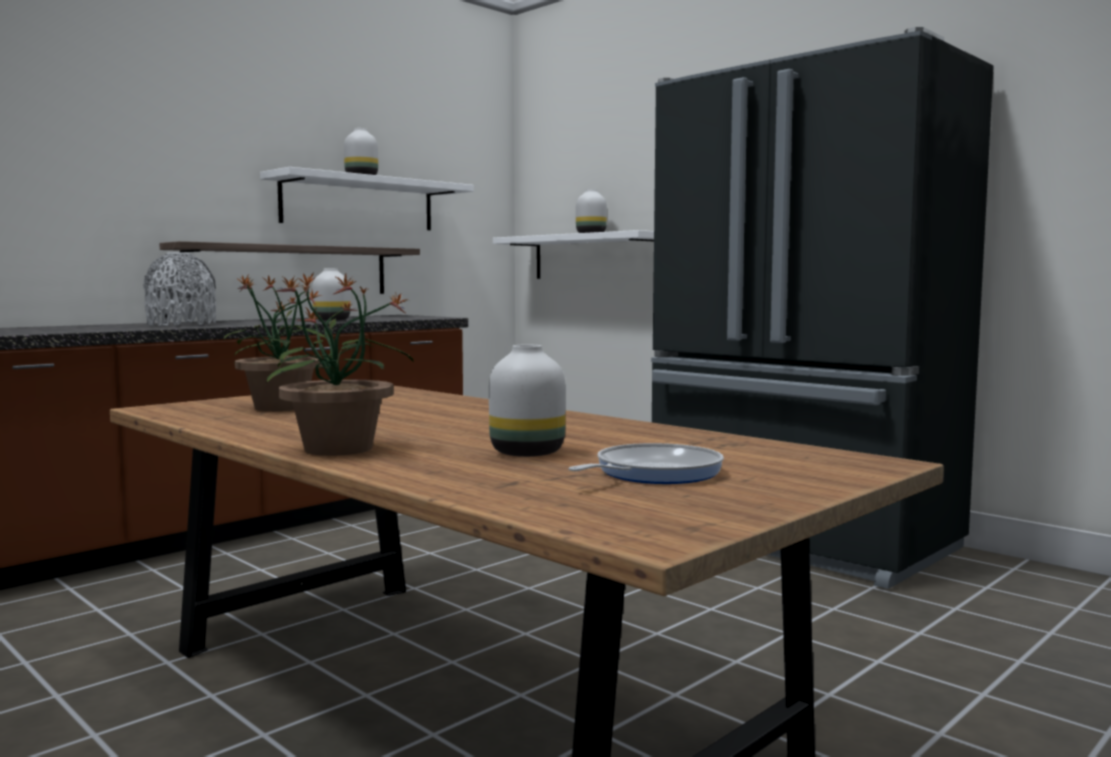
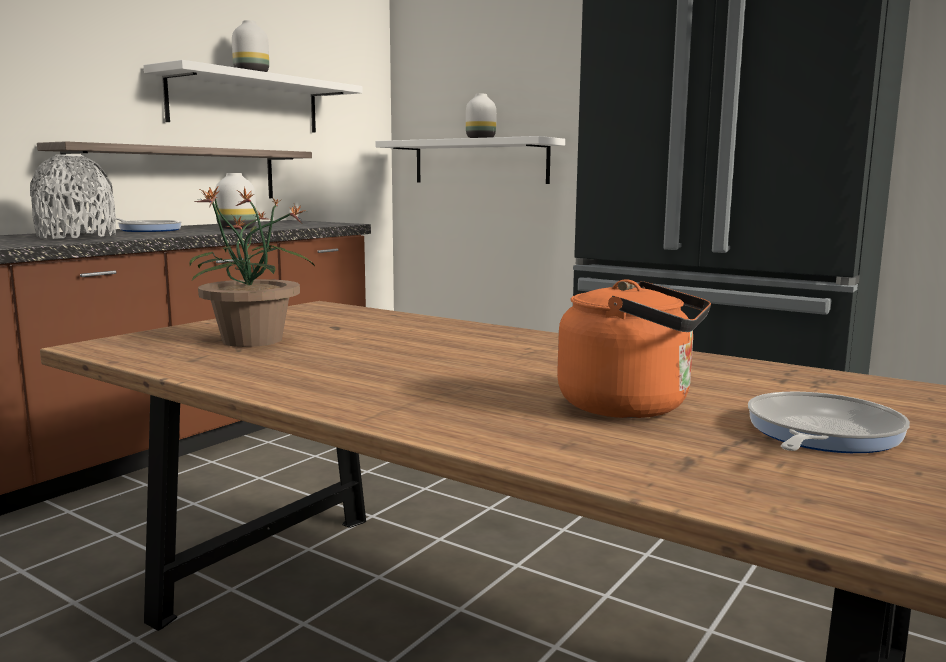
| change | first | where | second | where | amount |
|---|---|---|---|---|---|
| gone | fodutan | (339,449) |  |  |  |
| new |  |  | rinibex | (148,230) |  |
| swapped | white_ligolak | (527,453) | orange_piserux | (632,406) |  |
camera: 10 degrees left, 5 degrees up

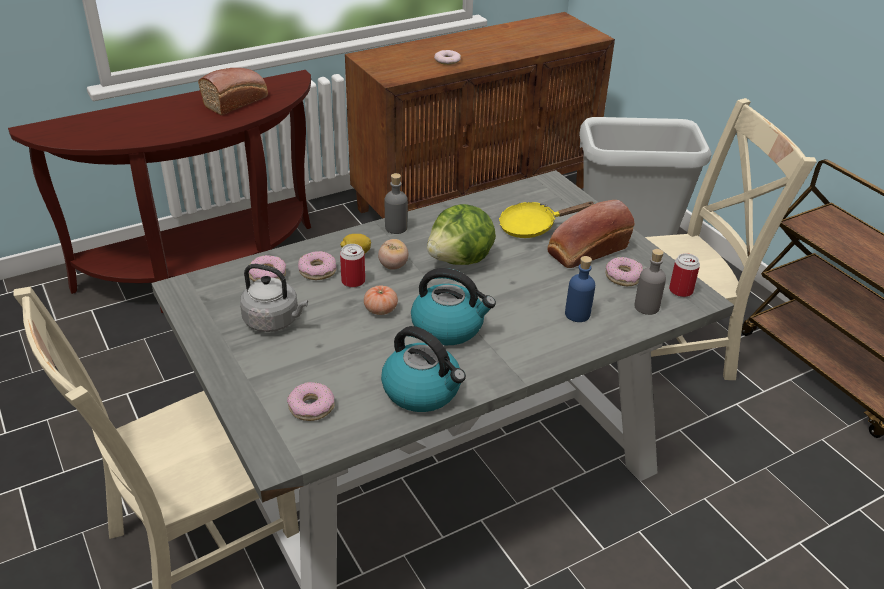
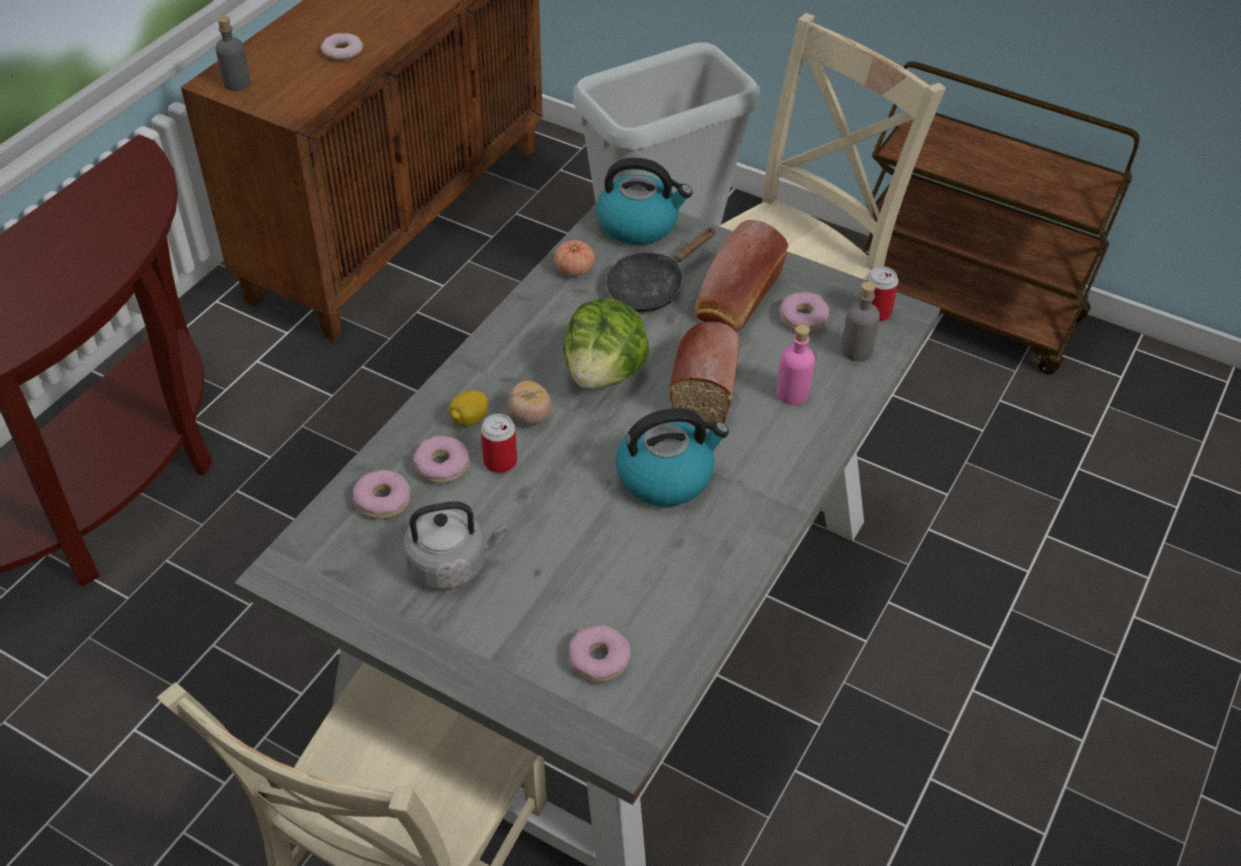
| change | first | where | second | where | amount |
|---|---|---|---|---|---|
| shifted | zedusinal | (237,101) |  | (705,382) |  |
| shifted | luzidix | (380,309) |  | (574,269) |  |
| shifted | piserux | (423,391) |  | (639,224) |  |
| shifted | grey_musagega | (396,228) |  | (237,83) |  |
| repainted | yellow_rinibex | (533,227) | black_rinibex | (651,287) |  |
| repainted | blue_musagega | (577,314) | pink_musagega | (792,393) |  |
camera: 30 degrees left, 10 degrees up

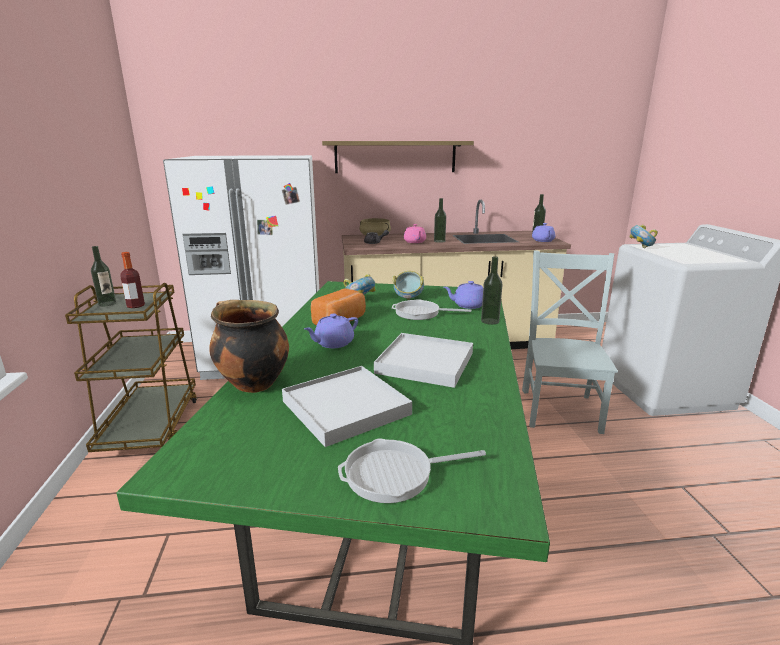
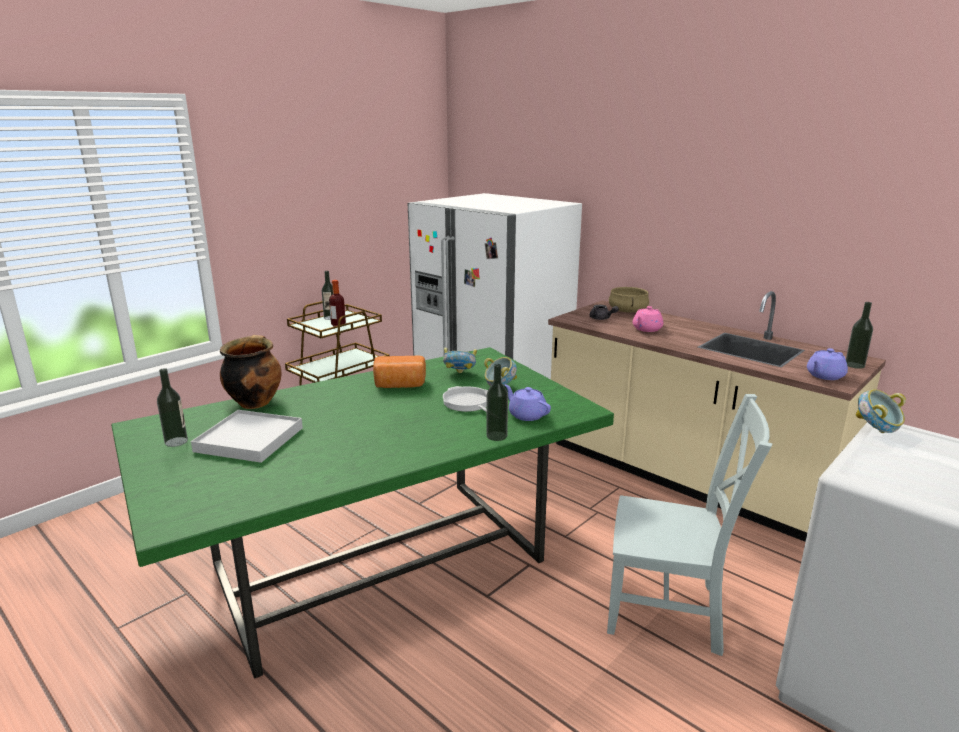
| change | first | where | second | where | amount |
|---|---|---|---|---|---|
| gone | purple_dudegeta | (333,343) |  |  |  |
| gone | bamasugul | (395,156) |  |  |  |
| gone | rinibex | (395,474) |  |  |  |
| gone | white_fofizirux | (425,363) |  |  |  |
| shifted | musagega | (439,241) |  | (176,442) |  |
| rotated | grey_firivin | (560,408) |  | (670,611) | 45 degrees clockwise |
camera: 50 degrees right, 0 degrees up

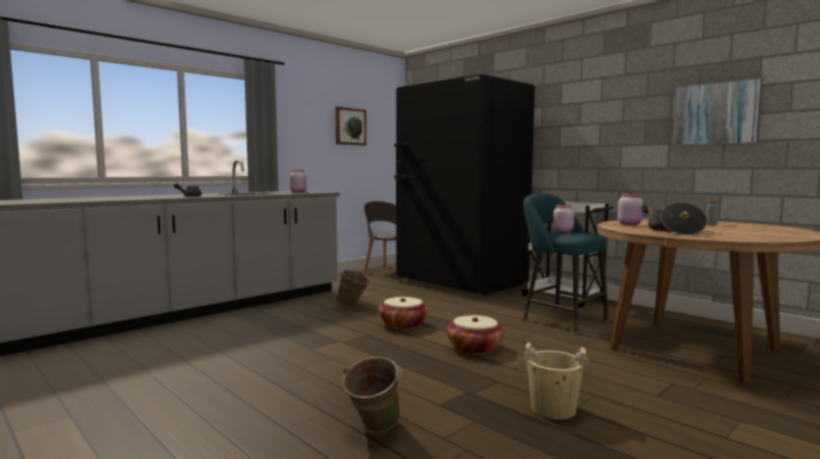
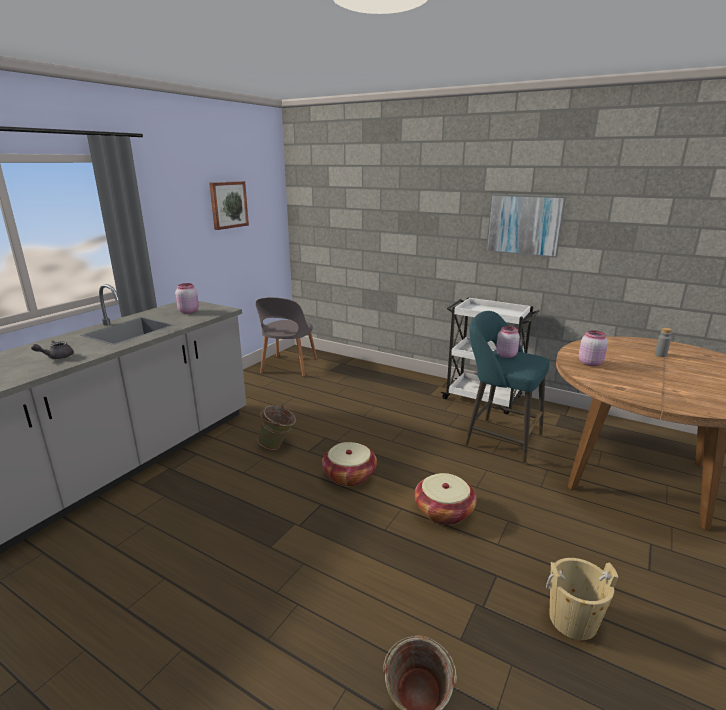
| change | first | where | second | where | amount |
|---|---|---|---|---|---|
| gone | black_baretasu | (460,283) |  |  |  |
| gone | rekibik | (673,231) |  |  |  |
| shifted | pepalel | (715,113) |  | (524,225) |  |
camera: 15 degrees left, 15 degrees up

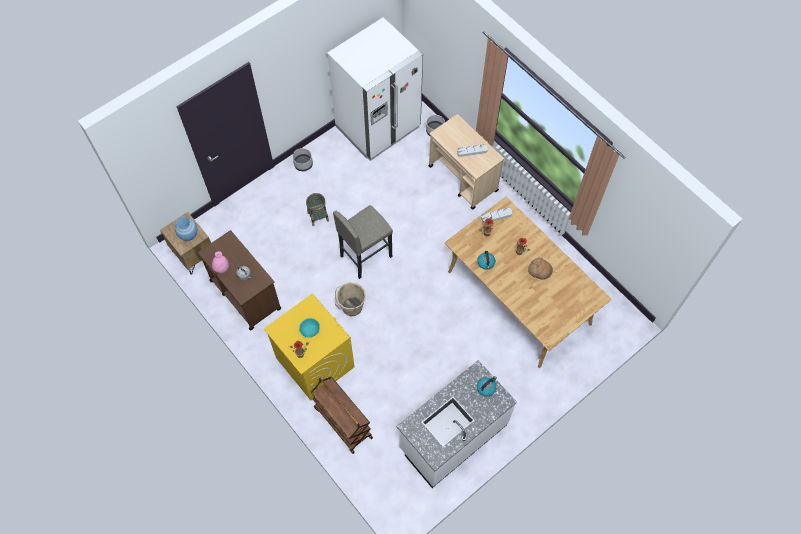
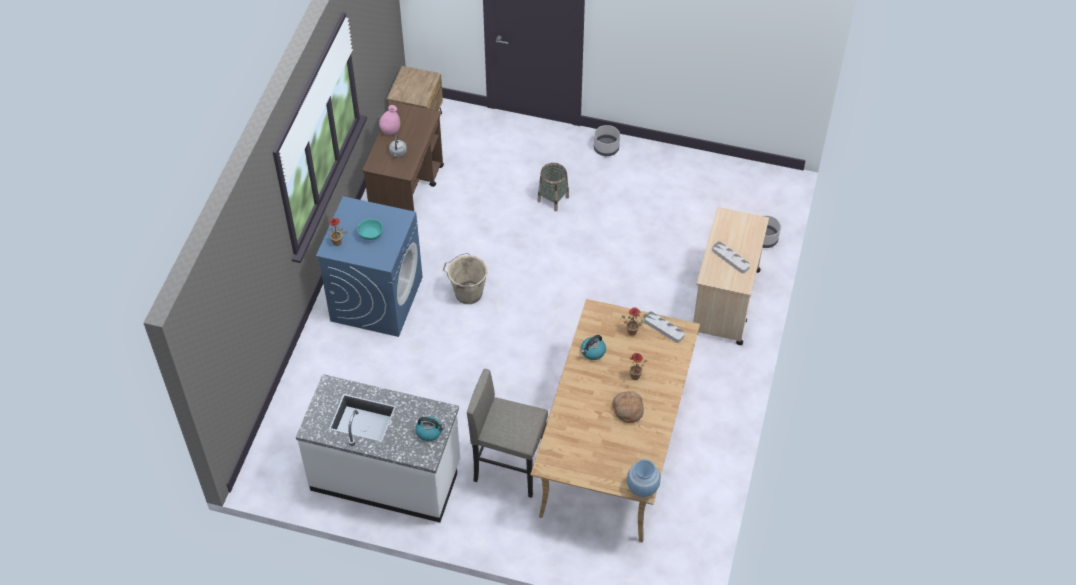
| change | first | where | second | where | amount |
|---|---|---|---|---|---|
| gone | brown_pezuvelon | (342,422) |  |  |  |
| gone | white_baretasu | (378,127) |  |  |  |
| shifted | blue_ligolak | (188,234) |  | (642,488) |  |
| shifted | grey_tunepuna | (365,256) |  | (510,468) |  |
| repainted | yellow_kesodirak | (314,362) | blue_kesodirak | (376,298) |  |
camera: 55 degrees right, 10 degrees down

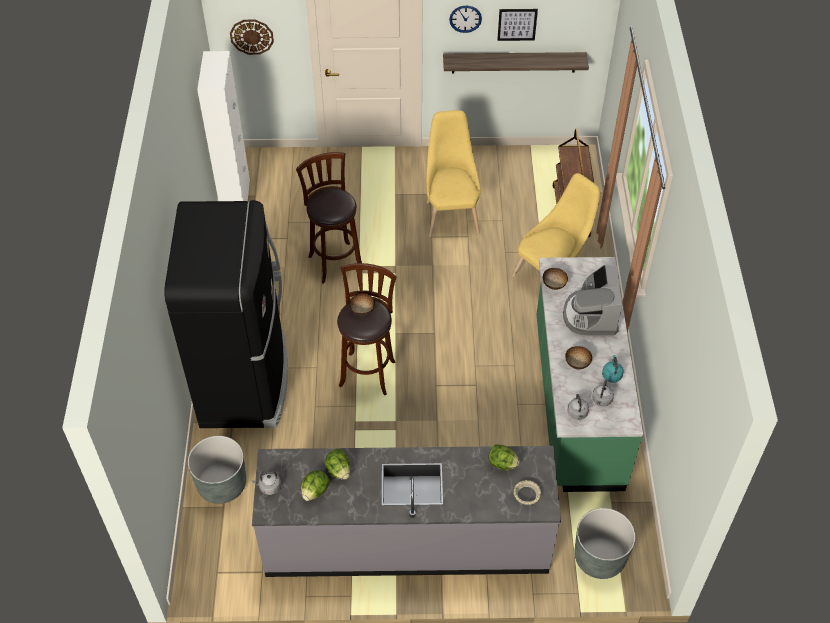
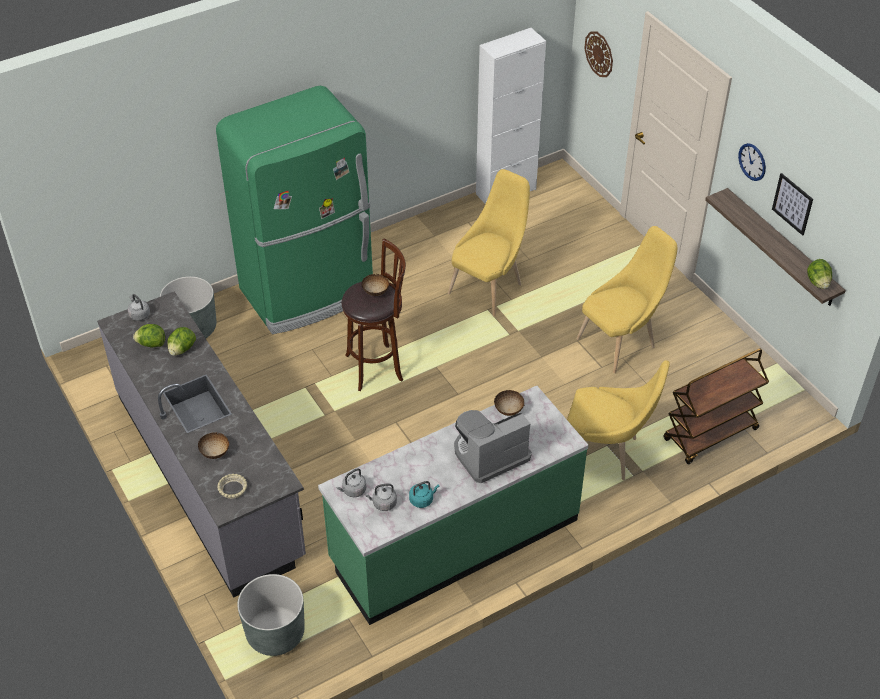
| change | first | where | second | where | amount |
|---|---|---|---|---|---|
| shifted | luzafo | (502,464) |  | (818,282) |  |
| shifted | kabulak | (577,363) |  | (215,453) |  |
| swapped | brown_tunepuna | (334,260) | yellow_firivin | (489,287) |  |
| repainted | black_baretasu | (245,380) | green_baretasu | (309,292) |  |
camera: 60 degrees right, 5 degrees down

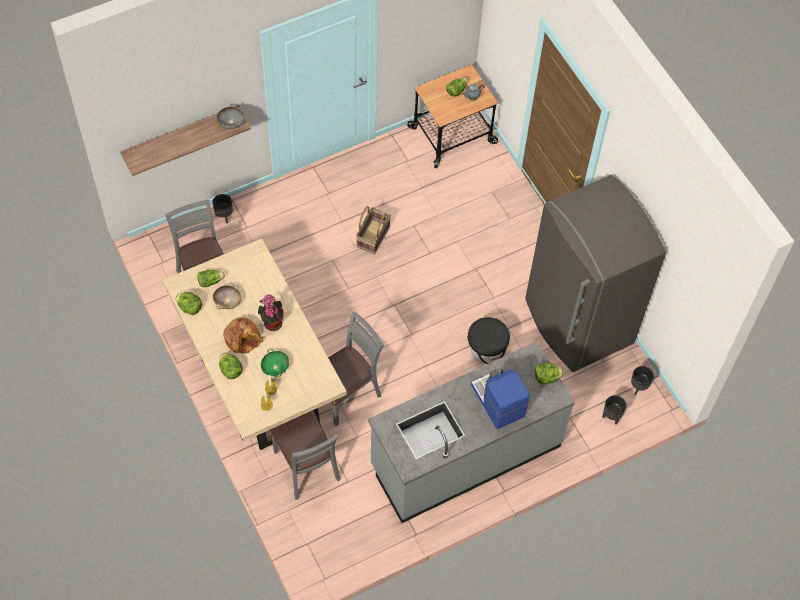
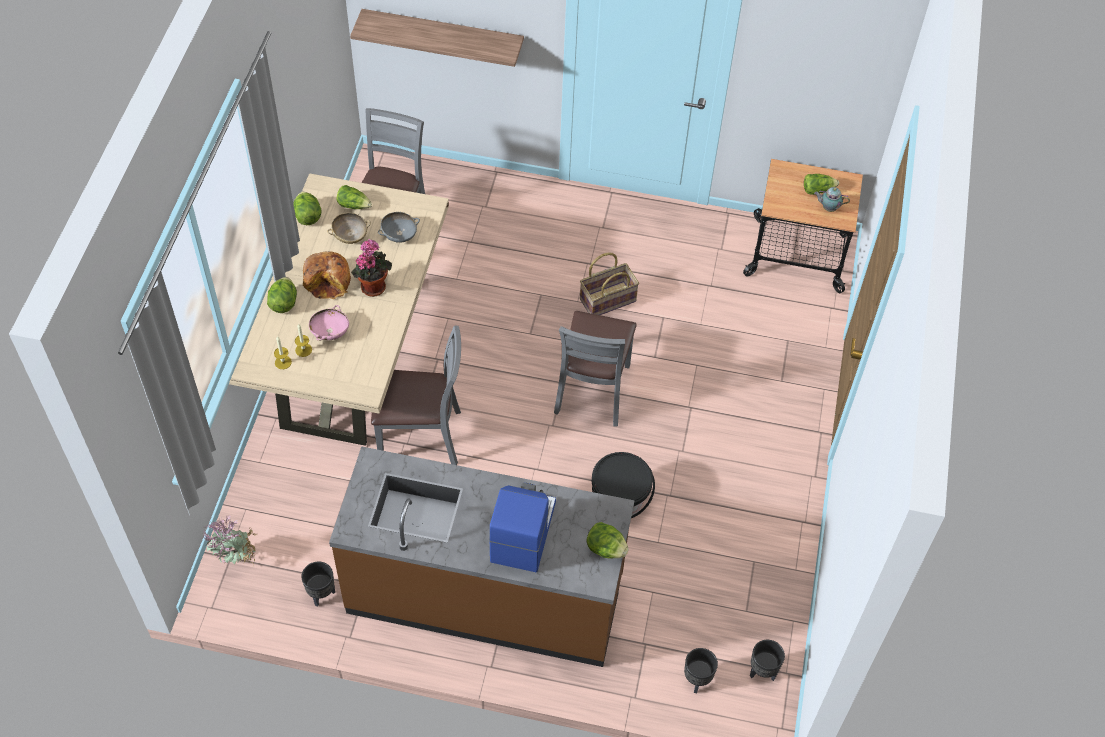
| change | first | where | second | where | amount |
|---|---|---|---|---|---|
| gone | grey_baretasu | (577,323) |  |  |  |
| new |  |  | fodutan | (236,561) |  |
| shifted | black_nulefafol | (224,216) |  | (322,594) |  |
| shifted | grey_kabulak | (231,123) |  | (399,235) |  |
| shifted | grey_firivin | (306,466) |  | (593,390) |  |
| repainted | green_kabulak | (275,368) | pink_kabulak | (330,332) |  |
| repainted | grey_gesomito | (465,455) | brown_gesomito | (485,594) |  |
camera: 40 degrees right, 5 degrees down

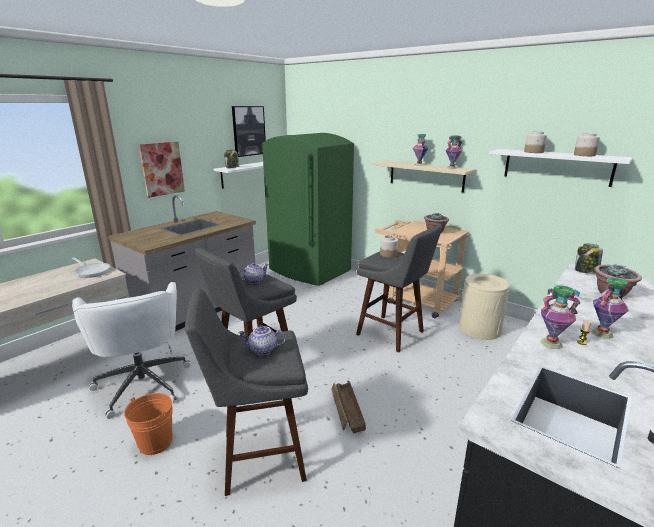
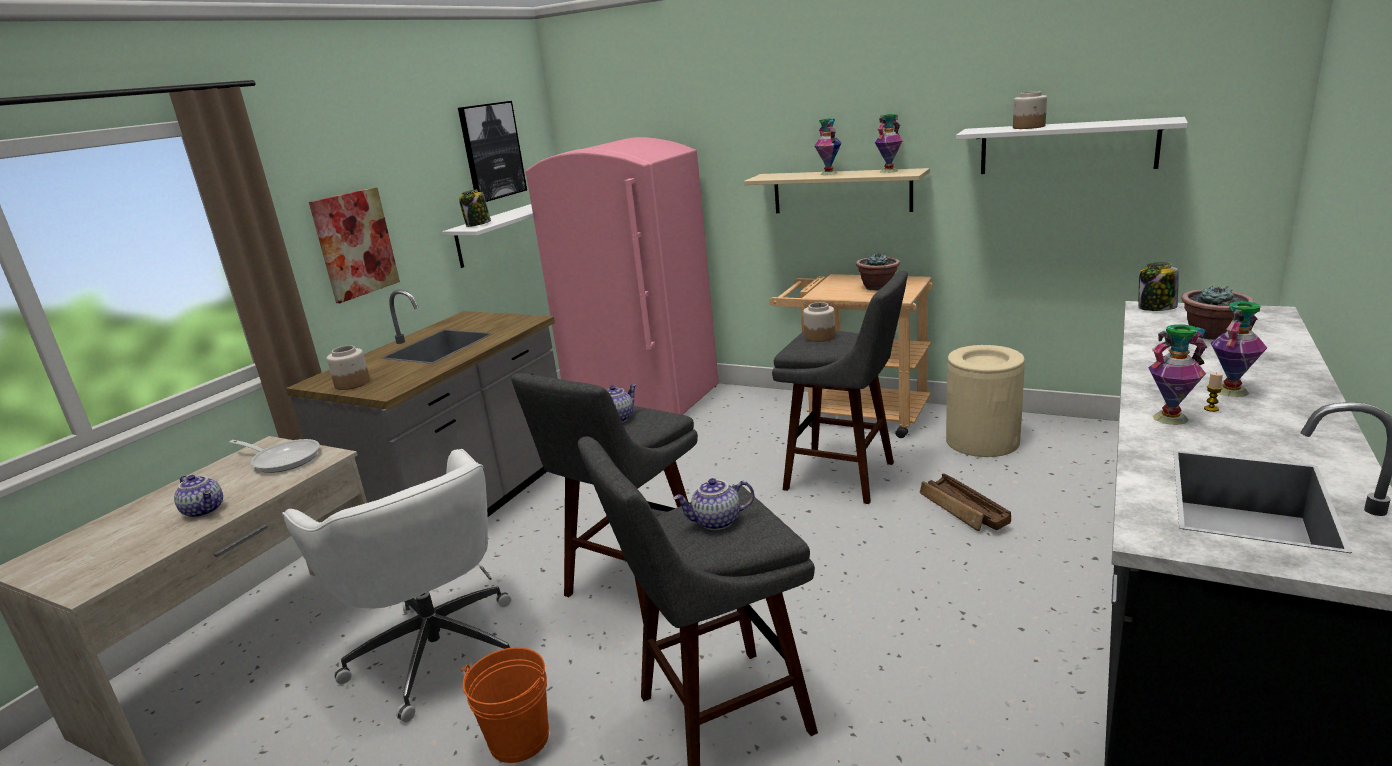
| change | first | where | second | where | amount |
|---|---|---|---|---|---|
| new |  |  | dudegeta | (205,510) |  |
| shifted | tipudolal | (347,411) |  | (964,511) |  |
| shifted | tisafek | (584,155) |  | (352,384) |  |
| repainted | green_baretasu | (309,271) | pink_baretasu | (643,399) |  |
camera: 10 degrees left, 0 degrees up

